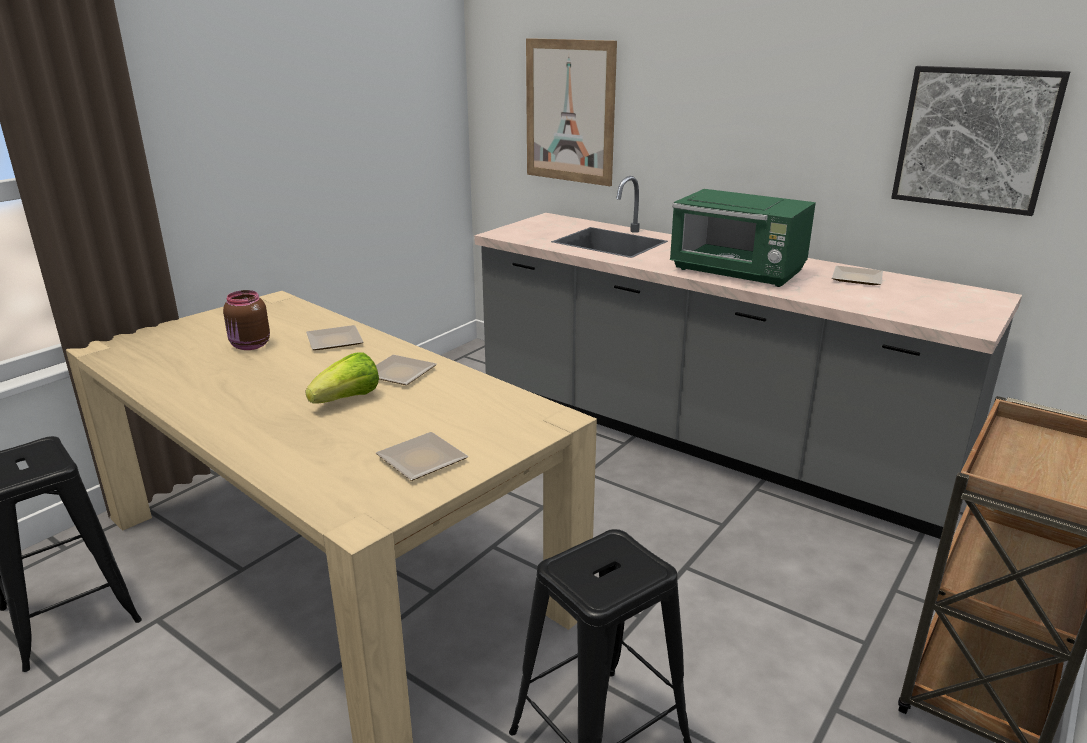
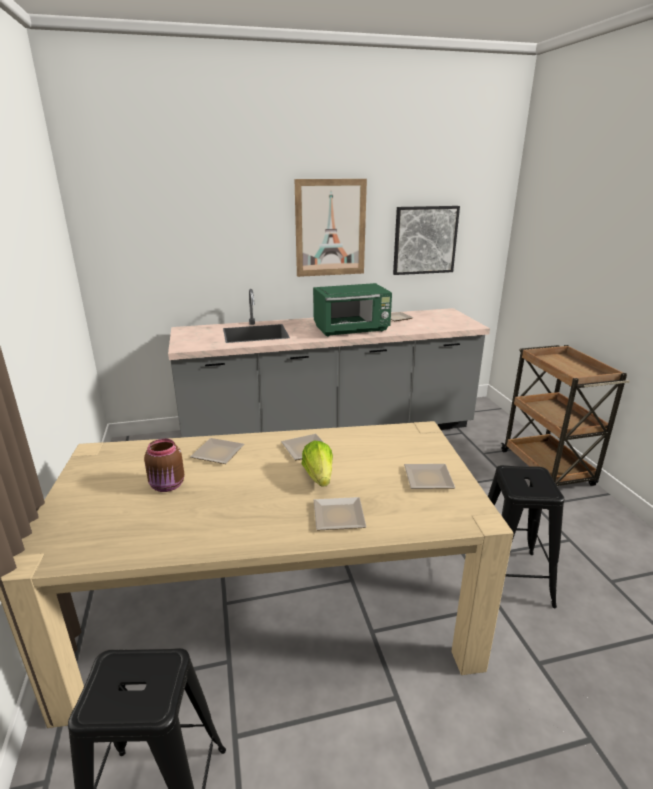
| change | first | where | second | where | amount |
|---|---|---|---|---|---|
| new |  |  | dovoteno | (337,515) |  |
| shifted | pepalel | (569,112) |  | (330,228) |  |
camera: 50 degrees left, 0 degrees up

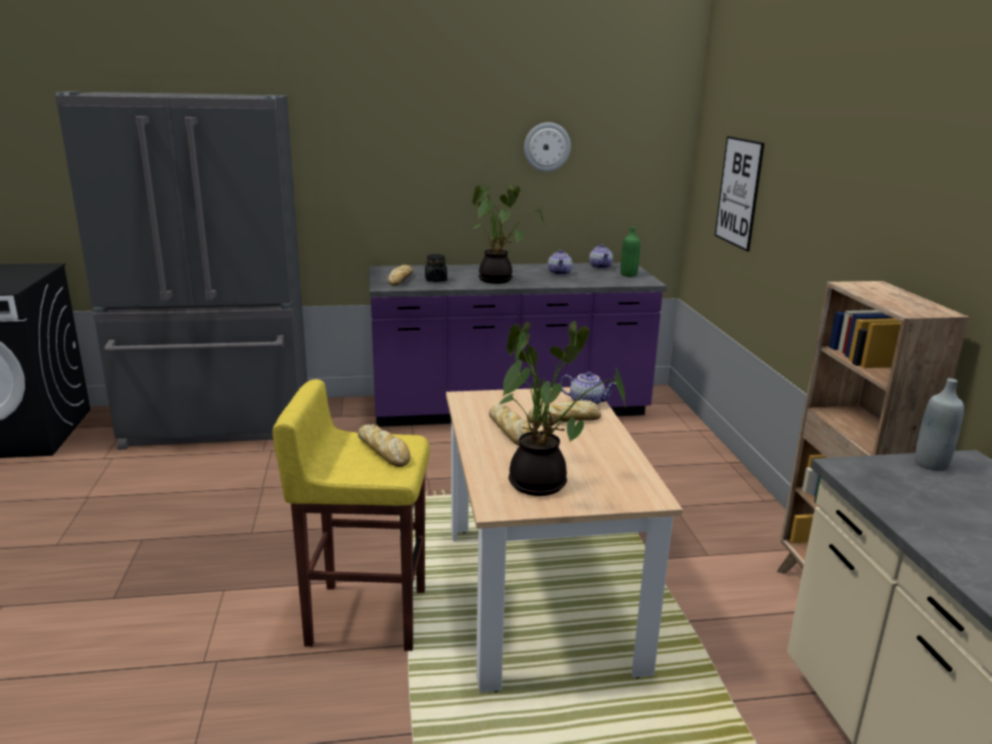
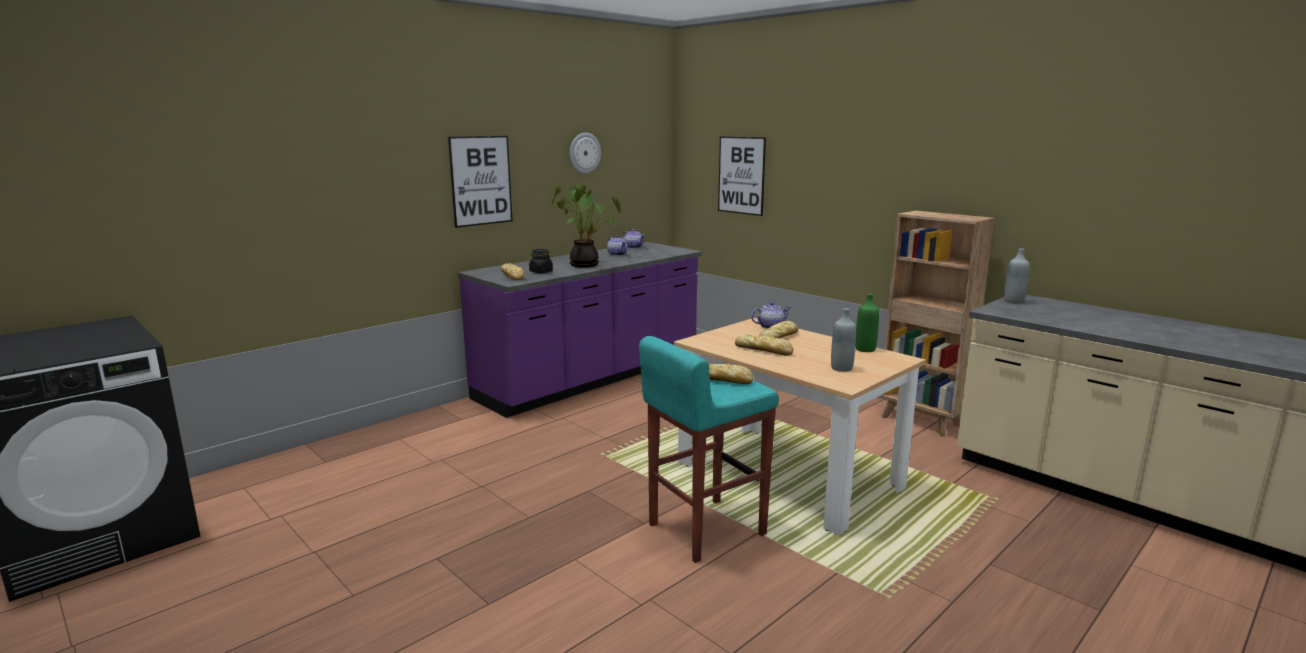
| change | first | where | second | where | amount |
|---|---|---|---|---|---|
| gone | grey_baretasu | (219,425) |  |  |  |
| new |  |  | pepalel | (481,180) |  |
| shifted | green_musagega | (628,274) |  | (865,349) |  |
| swapped | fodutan | (543,483) | grey_musagega | (841,368) |  |
| repainted | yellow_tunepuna | (365,615) | turquoise_tunepuna | (704,529) |  |
camera: 35 degrees left, 5 degrees down

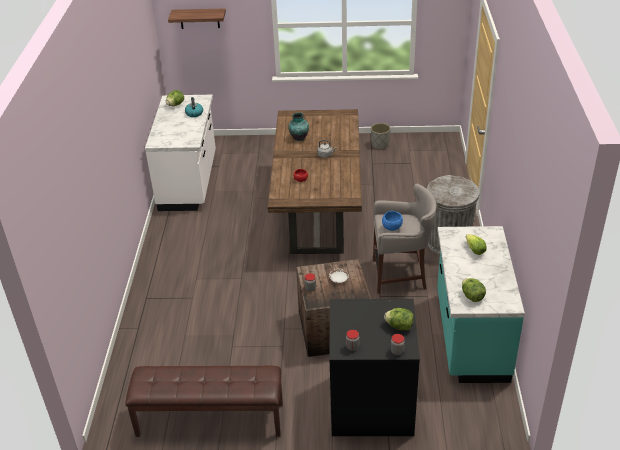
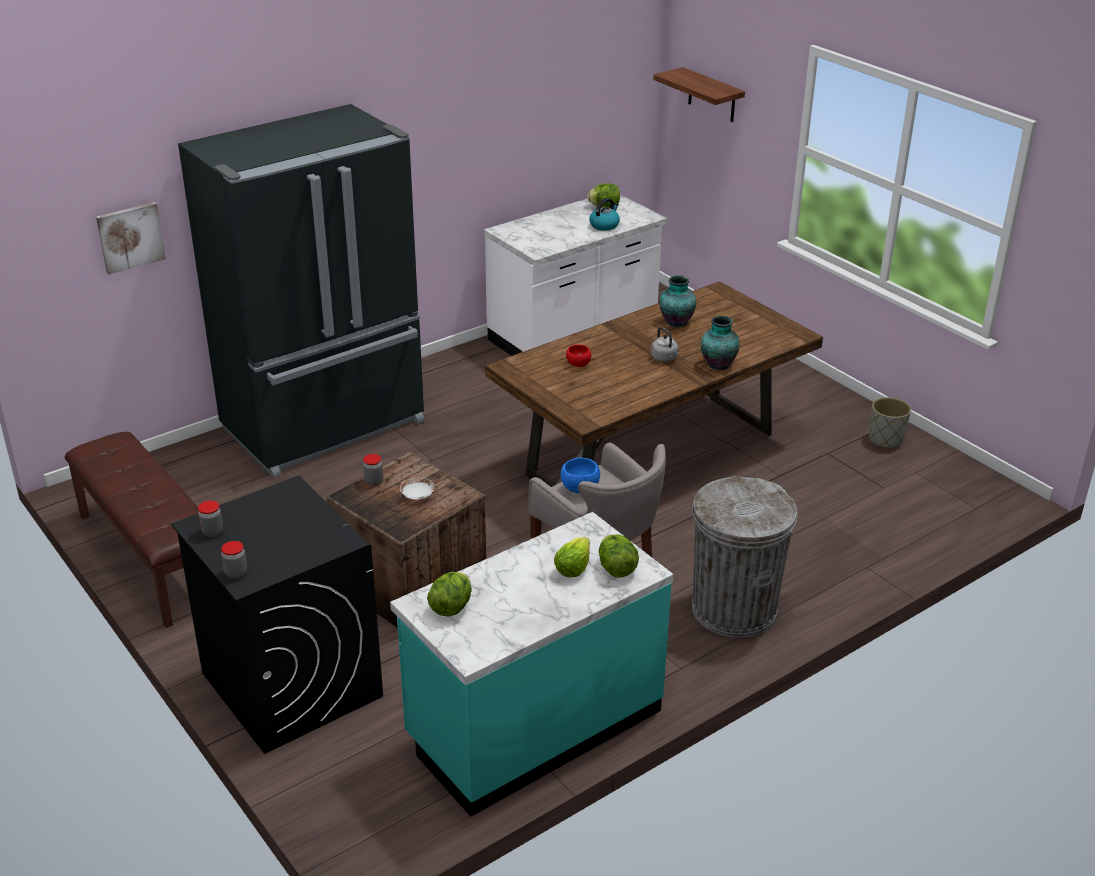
| change | first | where | second | where | amount |
|---|---|---|---|---|---|
| new |  |  | pepalel | (130,237) |  |
| new |  |  | black_baretasu | (326,426) |  |
| new |  |  | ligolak | (717,364) |  |
| shifted | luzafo | (399,326) |  | (616,569) |  |
camera: 50 degrees right, 5 degrees down

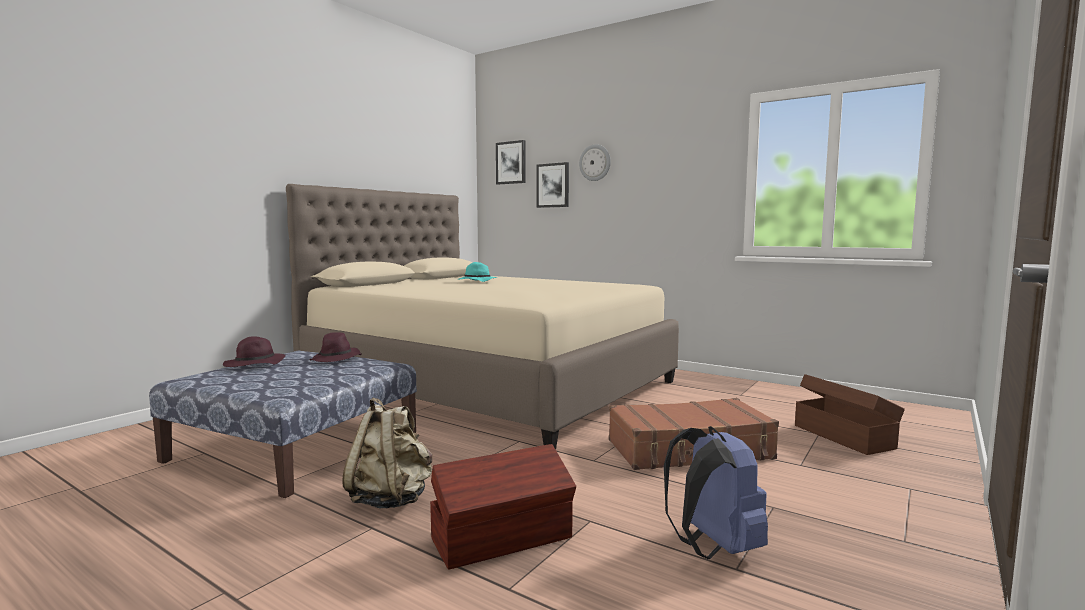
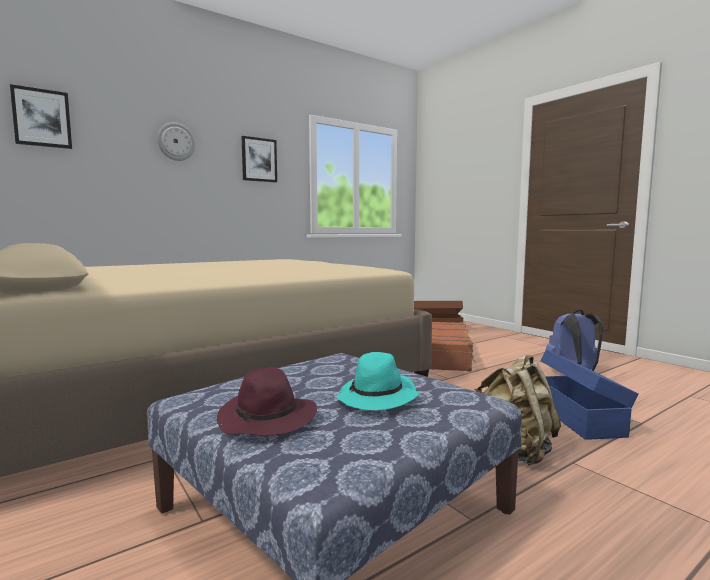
| change | first | where | second | where | amount |
|---|---|---|---|---|---|
| gone | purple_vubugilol | (336,359) |  |  |  |
| shifted | turquoise_vubugilol | (476,281) |  | (378,398) |  |
| shifted | pepalel | (553,185) |  | (259,160) |  |
| repainted | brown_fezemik | (504,539) | blue_fezemik | (578,417) |  |
camera: 70 degrees left, 0 degrees up

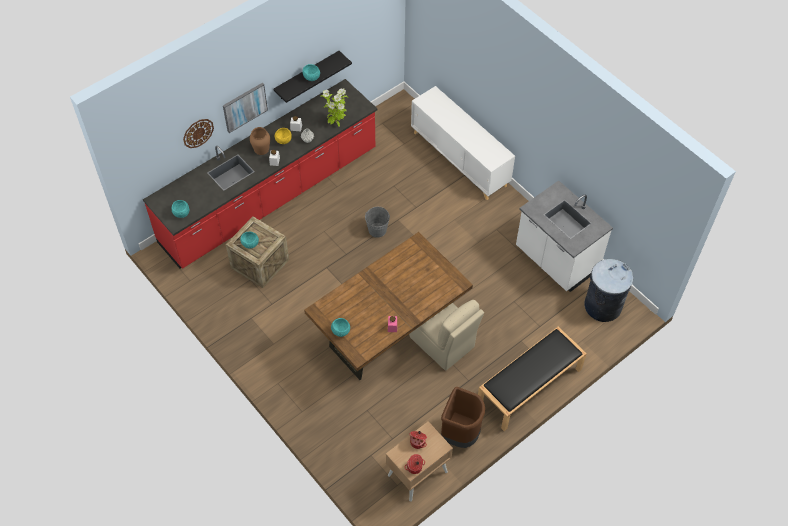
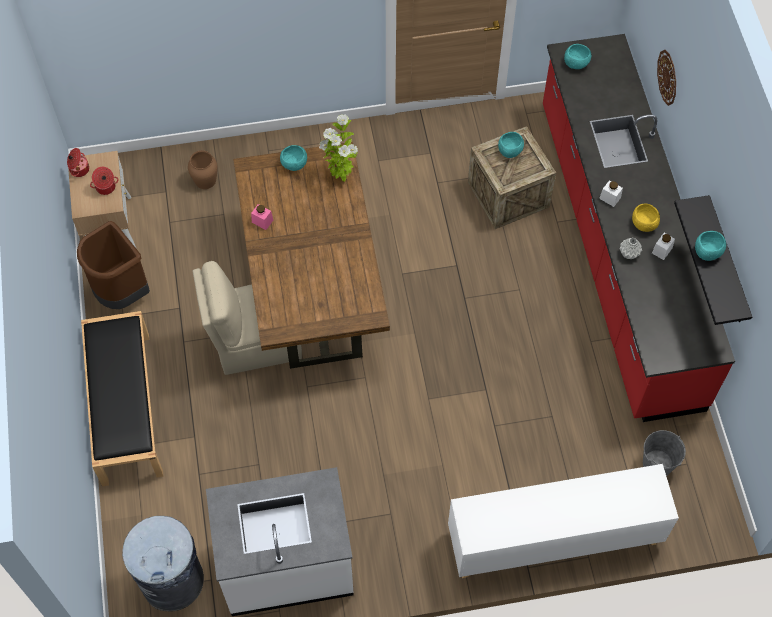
| change | first | where | second | where | amount |
|---|---|---|---|---|---|
| gone | pepalel | (244,107) |  |  |  |
| shifted | brown_ligolak | (261,149) |  | (205,180) |  |
| shifted | fodutan | (336,124) |  | (341,175) |  |
| shifted | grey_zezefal | (377,230) |  | (657,464) |  |
camera: 120 degrees right, 5 degrees up

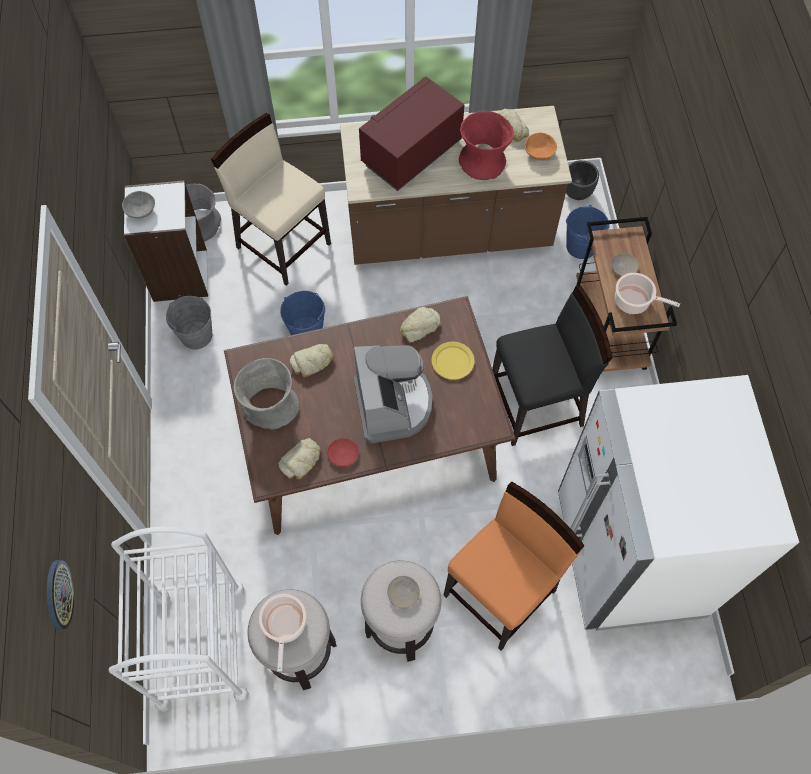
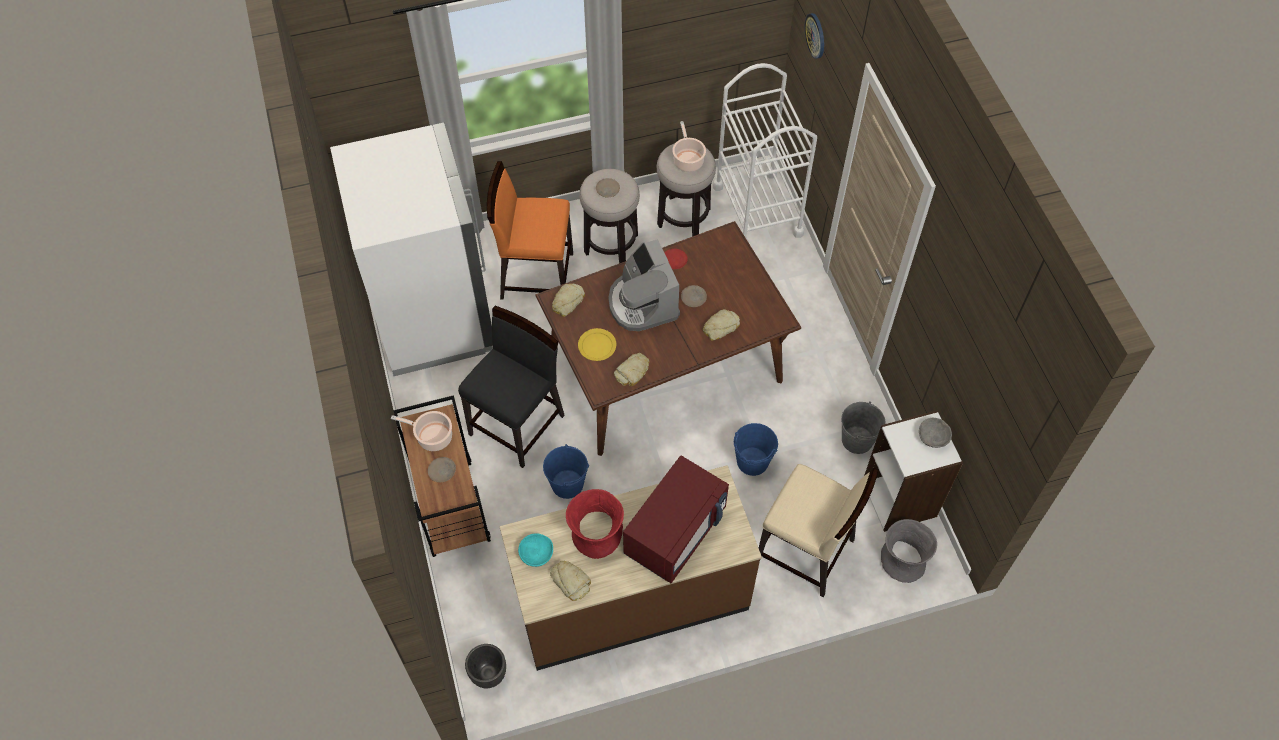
| change | first | where | second | where | amount |
|---|---|---|---|---|---|
| gone | grey_ligolak | (270,406) |  |  |  |
| new |  |  | beige_dovoteno | (693,298) |  |
| shifted | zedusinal | (301,461) |  | (567,301) |  |
| shifted | blue_zezefal | (581,246) |  | (567,484) |  |
| repainted | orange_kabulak | (539,152) | turquoise_kabulak | (536,555) |  |
| rotated | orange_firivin | (501,593) |  | (536,275) | 60 degrees clockwise |
| rotated | black_firivin | (537,405) |  | (518,424) | 150 degrees clockwise |
camera: 170 degrees right, 5 degrees down

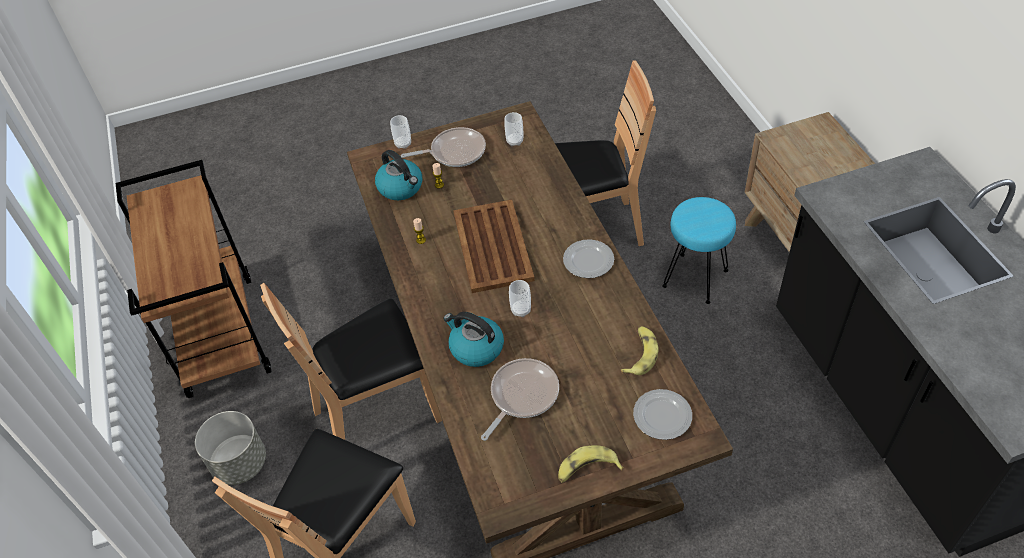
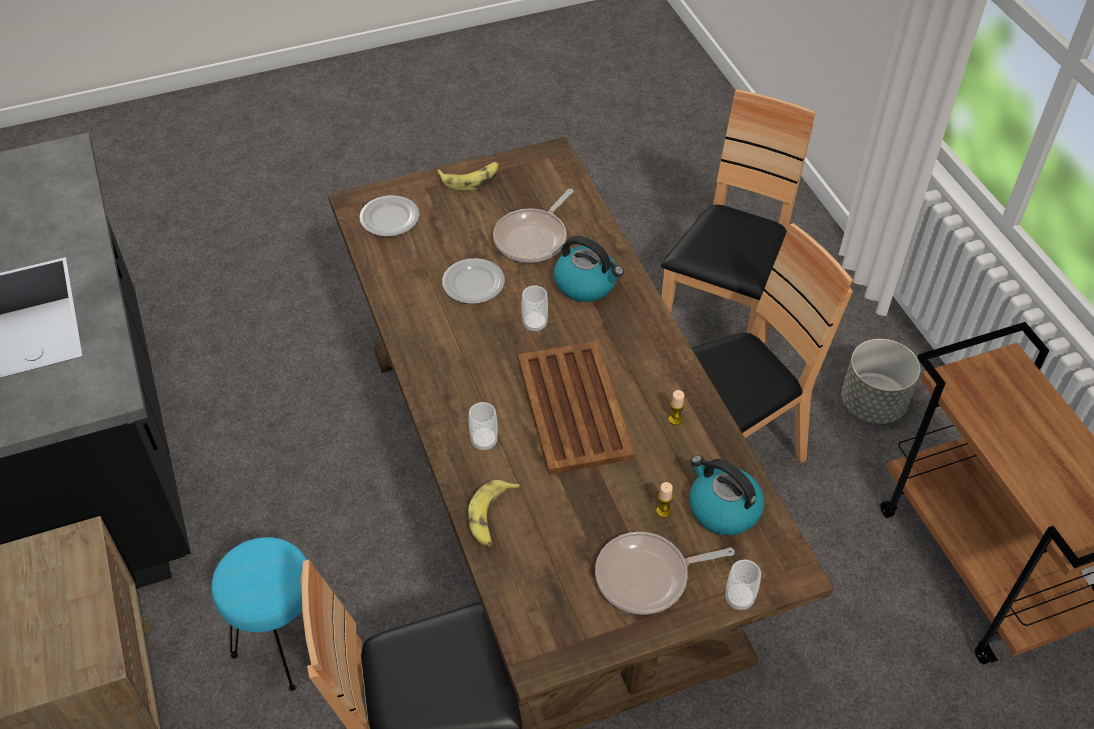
| change | first | where | second | where | amount |
|---|---|---|---|---|---|
| shifted | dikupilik | (515,141) |  | (484,441) |  |
| shifted | dovoteno | (589,261) |  | (473,283) |  |
| shifted | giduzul | (640,354) |  | (491,517) |  |
camera: 175 degrees right, 0 degrees up

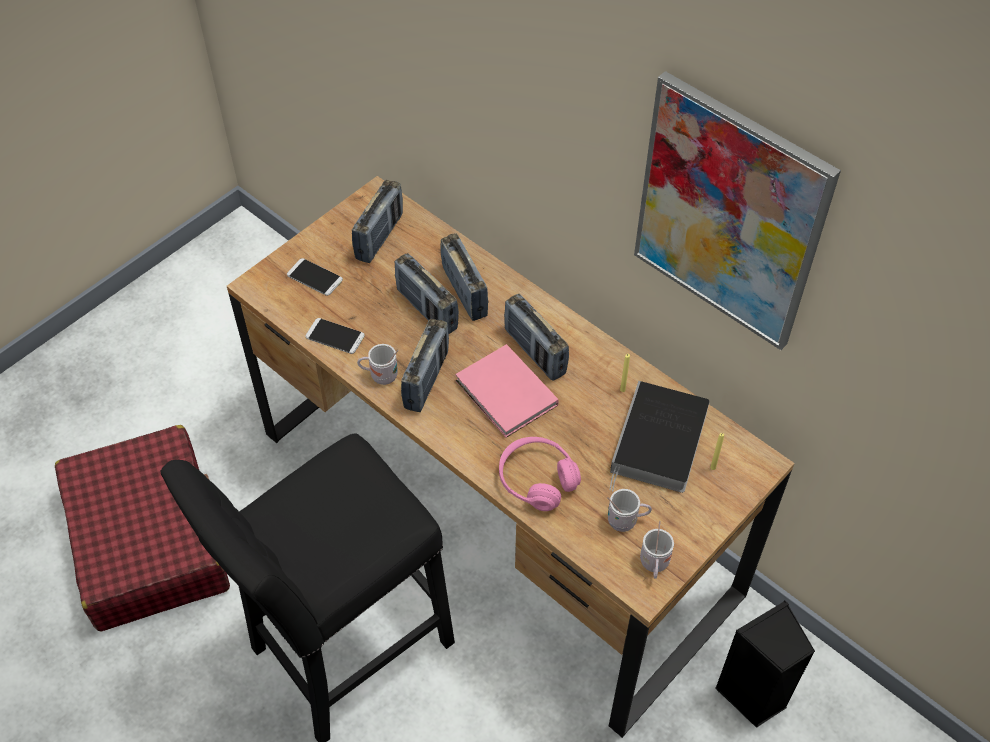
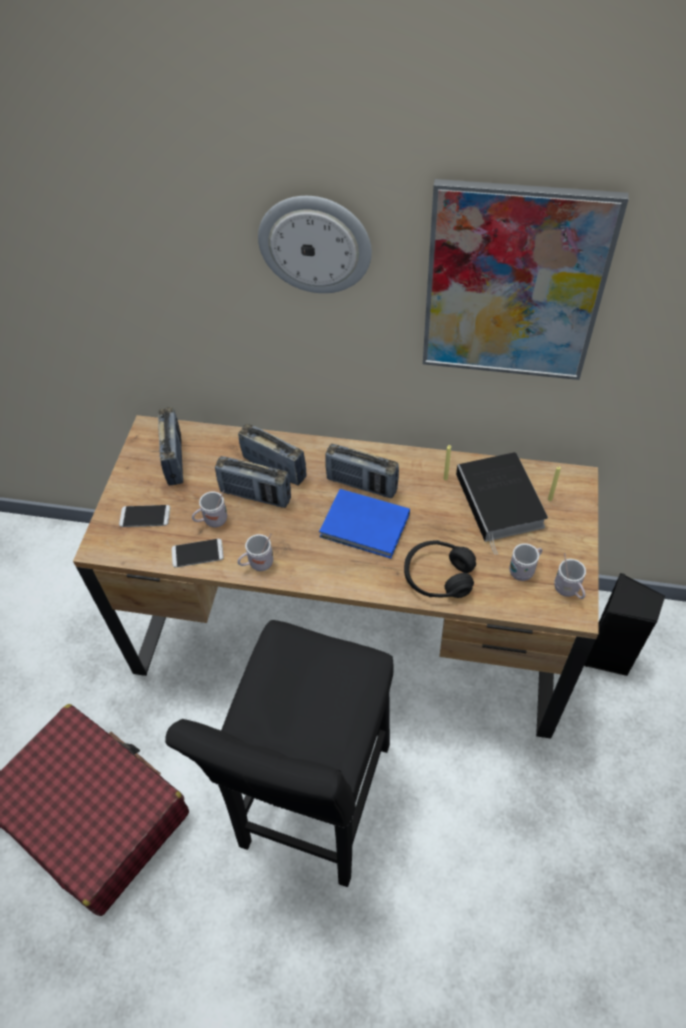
| change | first | where | second | where | amount |
|---|---|---|---|---|---|
| gone | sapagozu | (426,380) |  |  |  |
| new |  |  | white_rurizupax | (212,521) |  |
| new |  |  | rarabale | (315,244) |  |
| repainted | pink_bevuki | (506,395) | blue_bevuki | (366,527) |  |
| repainted | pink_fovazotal | (537,480) | black_fovazotal | (438,576) |  |
camera: 30 degrees left, 0 degrees up

